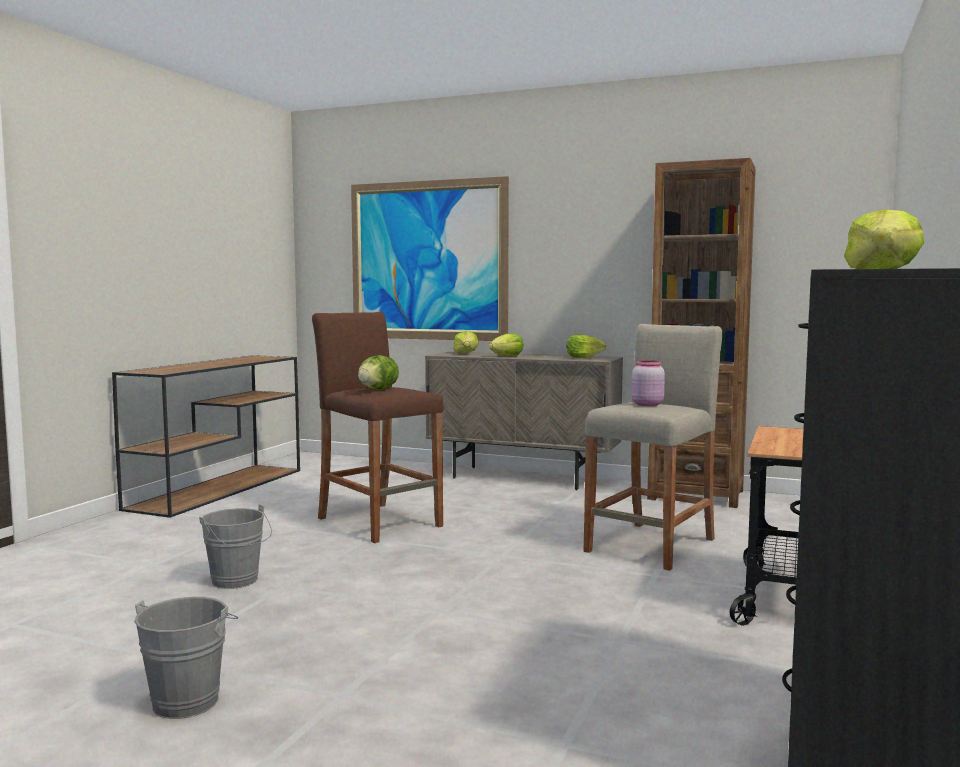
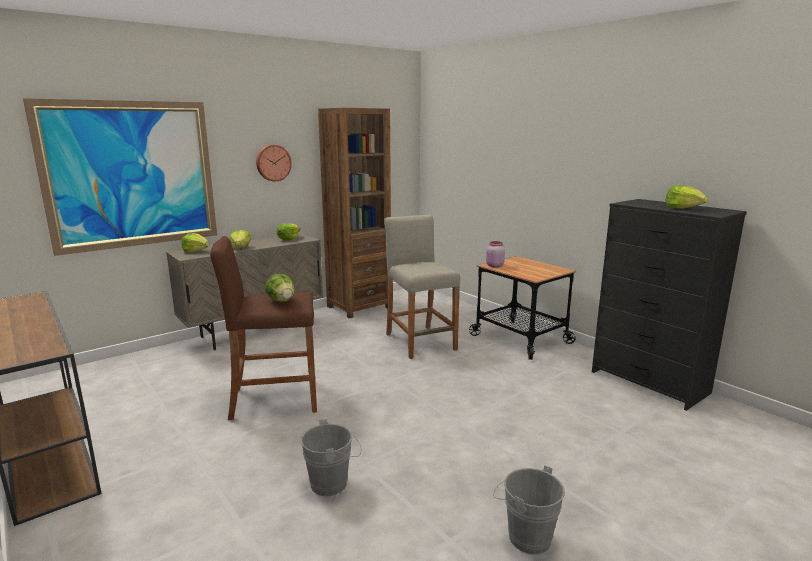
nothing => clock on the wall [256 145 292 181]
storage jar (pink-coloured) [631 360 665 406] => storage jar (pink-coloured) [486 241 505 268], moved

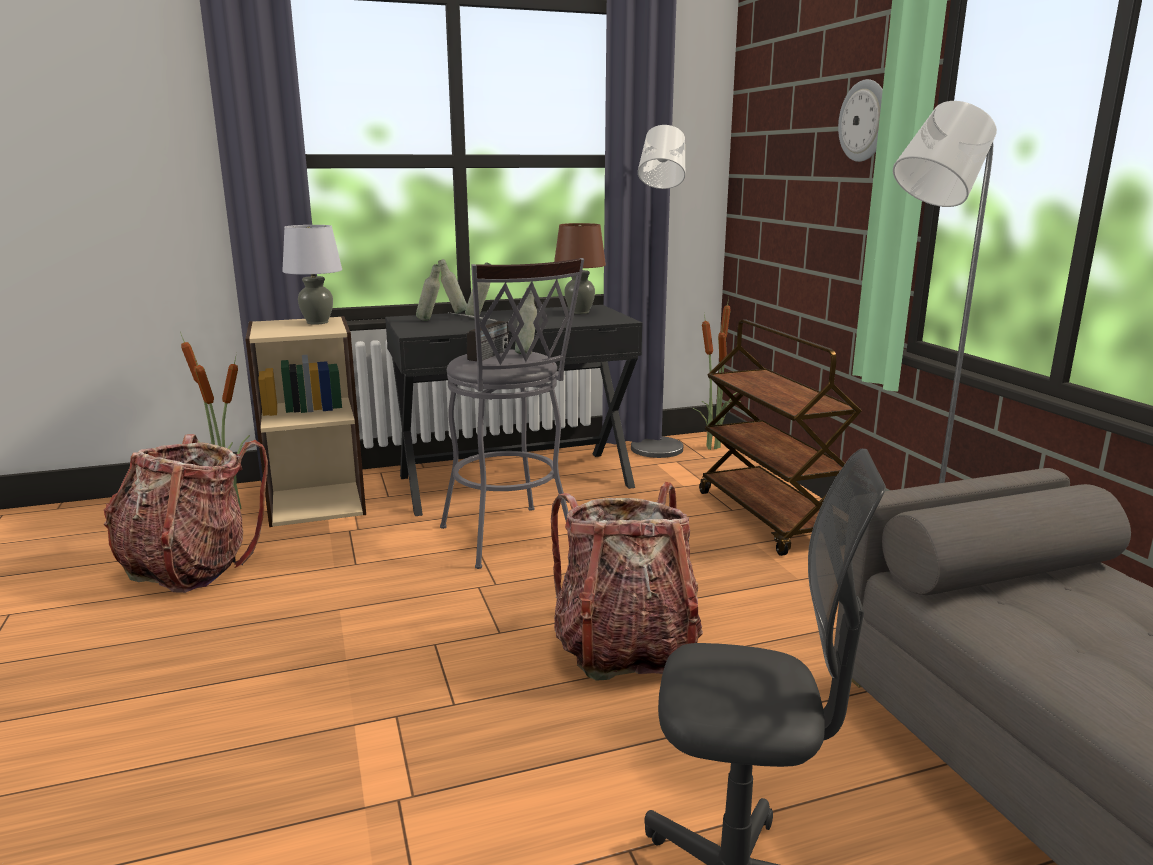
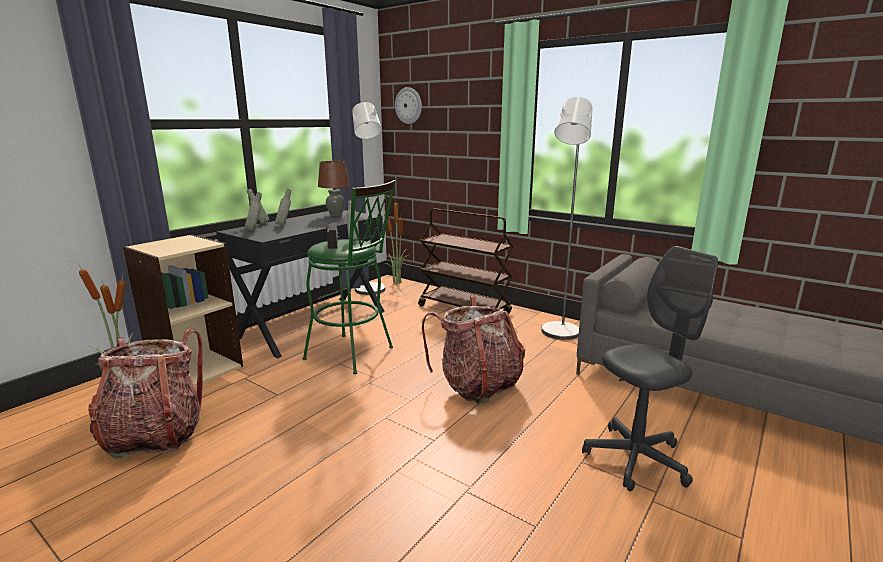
stool seat (greyish) [440 258 584 569] => stool seat (green-coloured) [302 180 396 374]
clock on the wall [838 79 883 162] => clock on the wall [395 87 422 124], moved
tabletop lamp (greyish) [282 225 342 325] => nothing

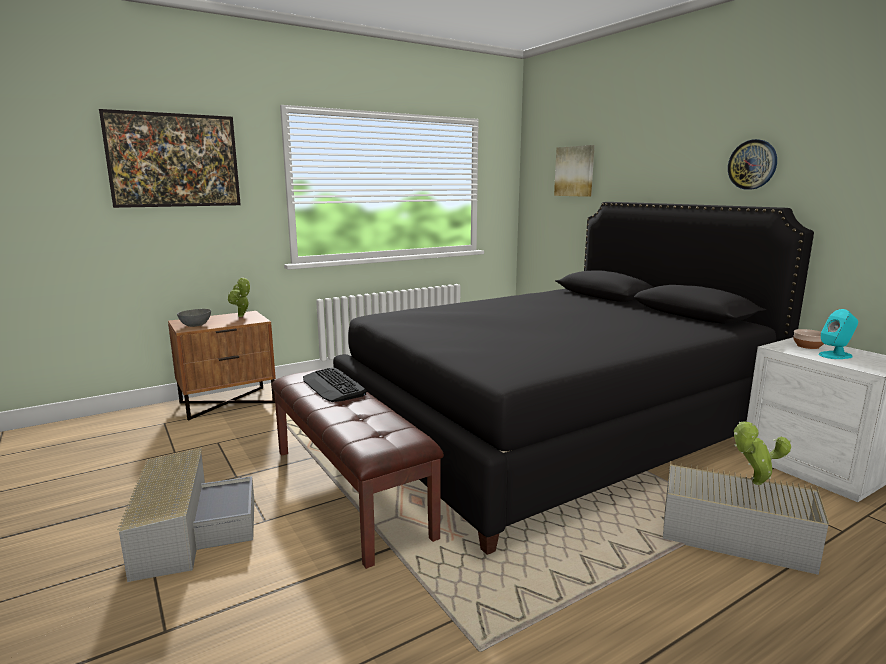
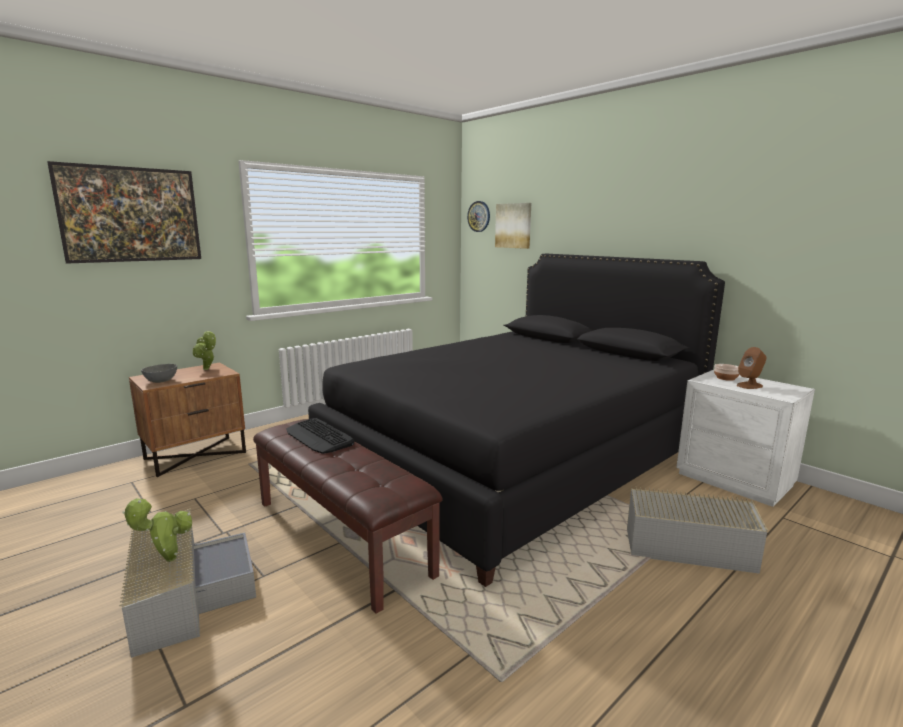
plant in a pot [734 422 791 485] => plant in a pot [123 498 192 562], moved
clock on the wall [728 139 777 190] => clock on the wall [467 201 490 232], moved
speaker (blue-green) [818 309 858 359] => speaker (brown) [737 347 766 389]

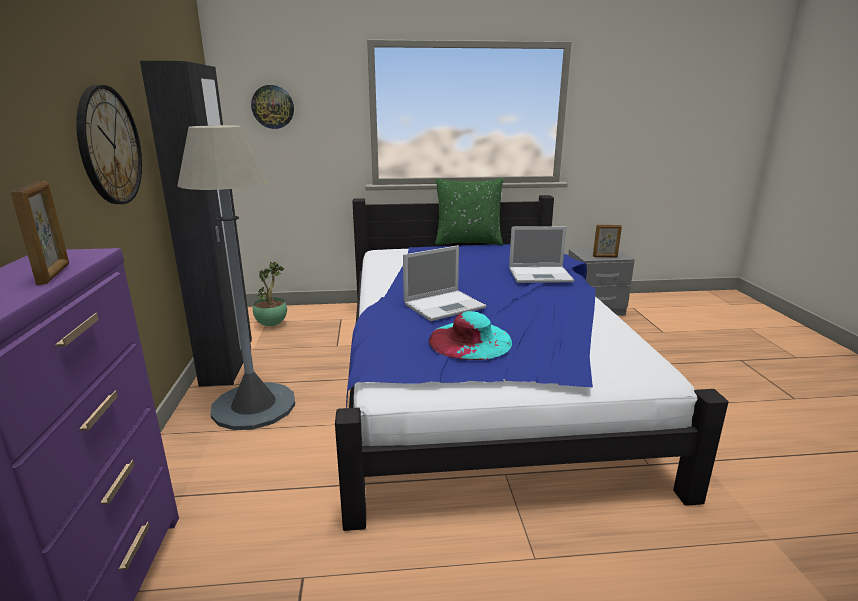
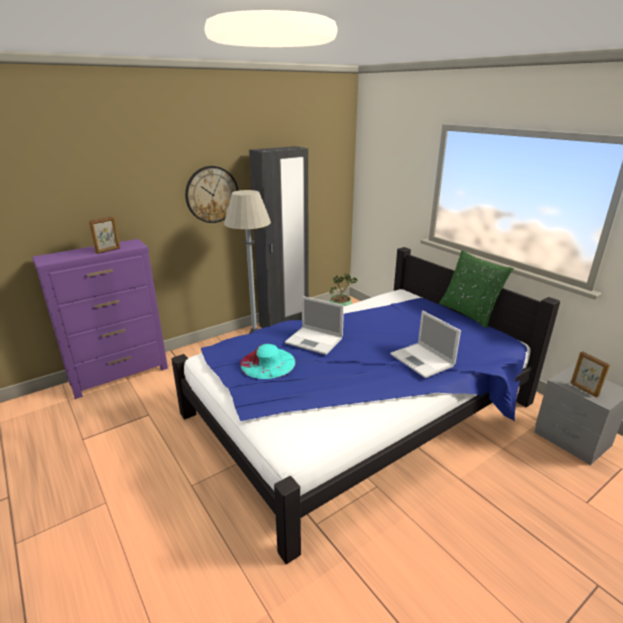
clock on the wall [251 85 294 129] => nothing

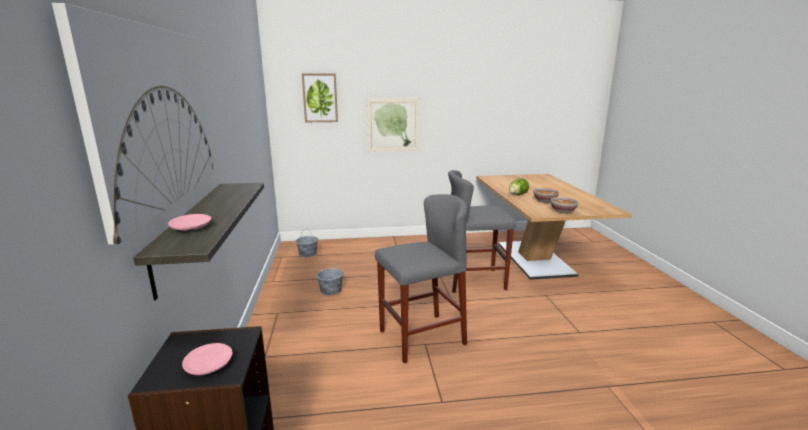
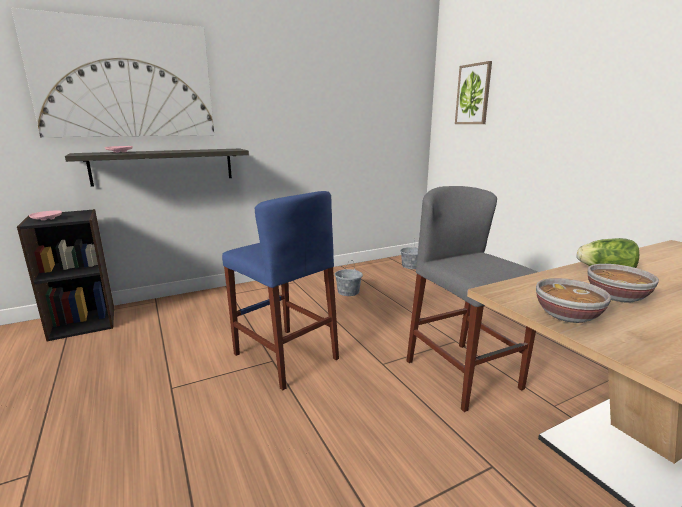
stool seat (greyish) [375 194 468 363] => stool seat (bluish) [222 191 339 390]
wall art [367 98 419 152] => nothing

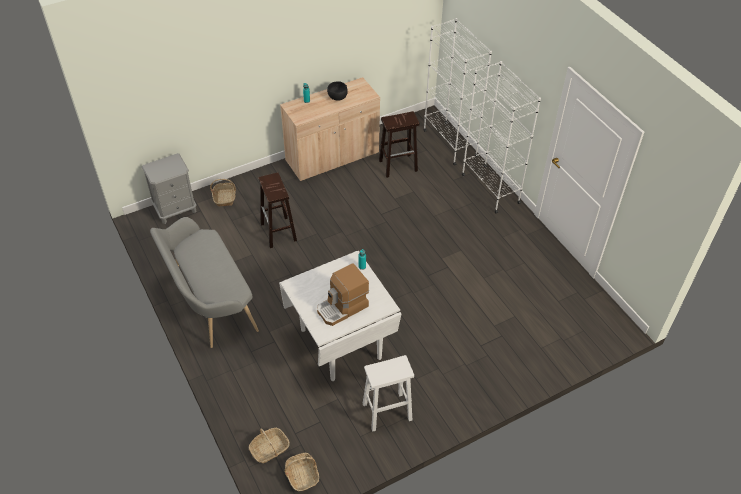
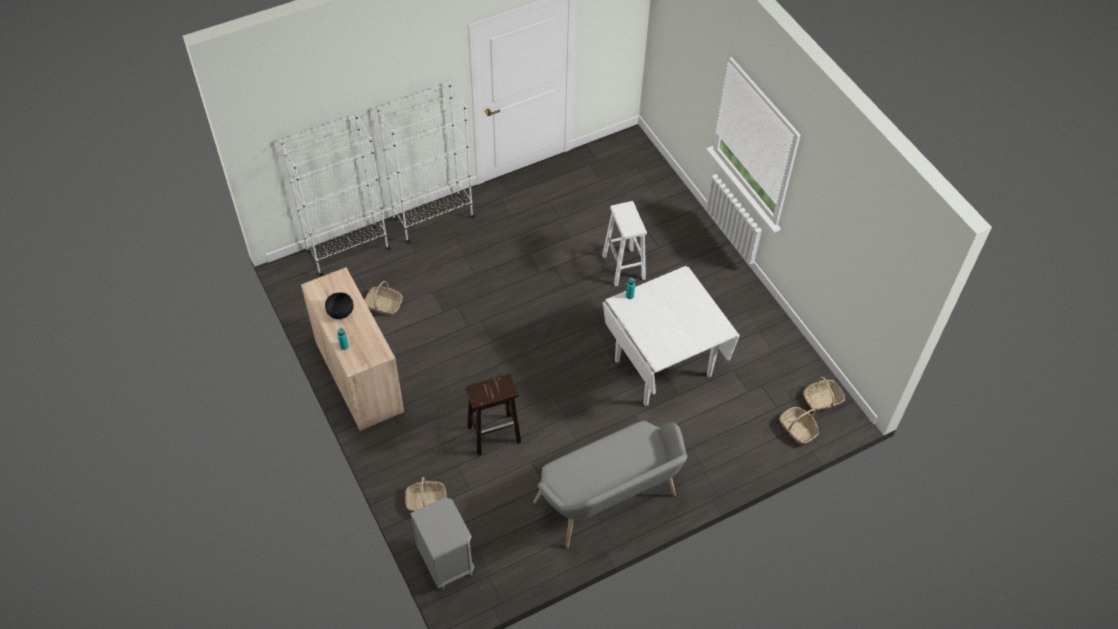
stool seat (brown) [379 111 420 178] => storage basket [364 281 403 316]
stool seat (whitish) [362 355 414 432] => stool seat (whitish) [602 201 647 286], moved
coffee brewer [317 263 369 326] => nothing

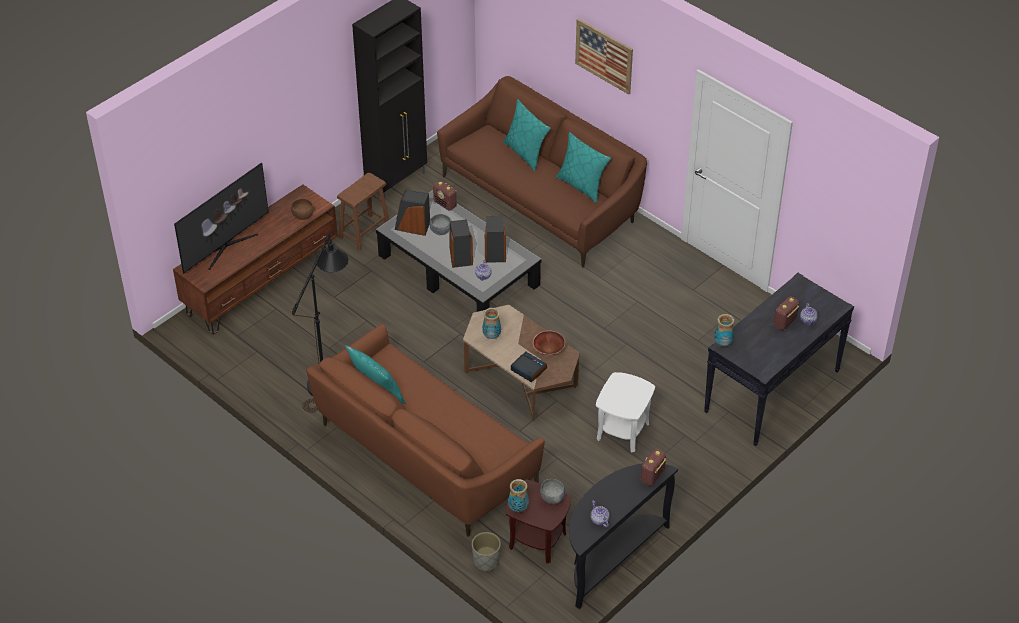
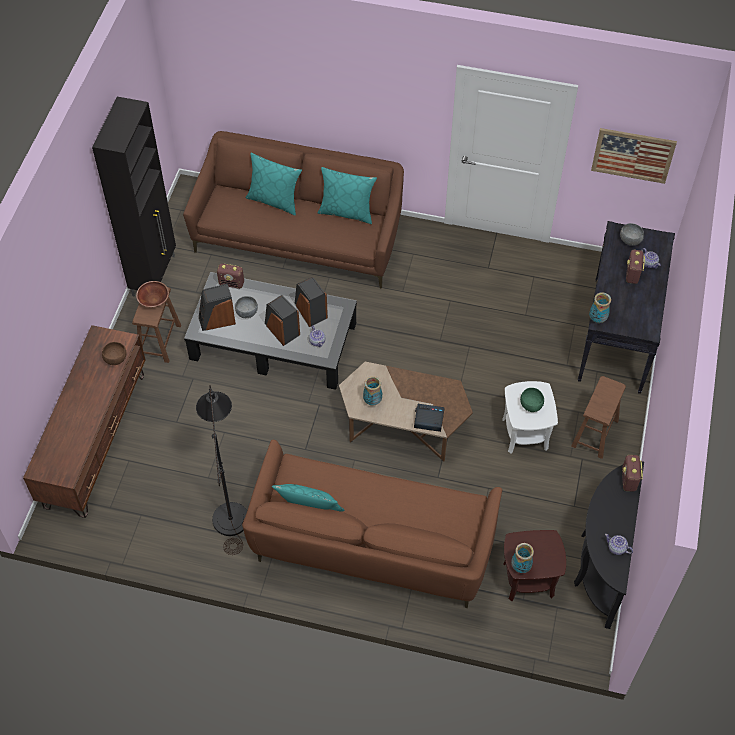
deep dish (brown) [532 330 566 355] => deep dish (brown) [136 281 169 307], moved
nothing => deep dish (green-coloured) [520 388 544 412]
nothing => stool seat (brown) [571 376 626 459]
wall art [575 18 633 95] => wall art [591 128 677 184], moved
deep dish (greyish) [540 479 565 504] => deep dish (greyish) [620 223 644 246], moved
TV [174 163 268 273] => nothing
flower pot (greyish) [472 532 501 572] => nothing

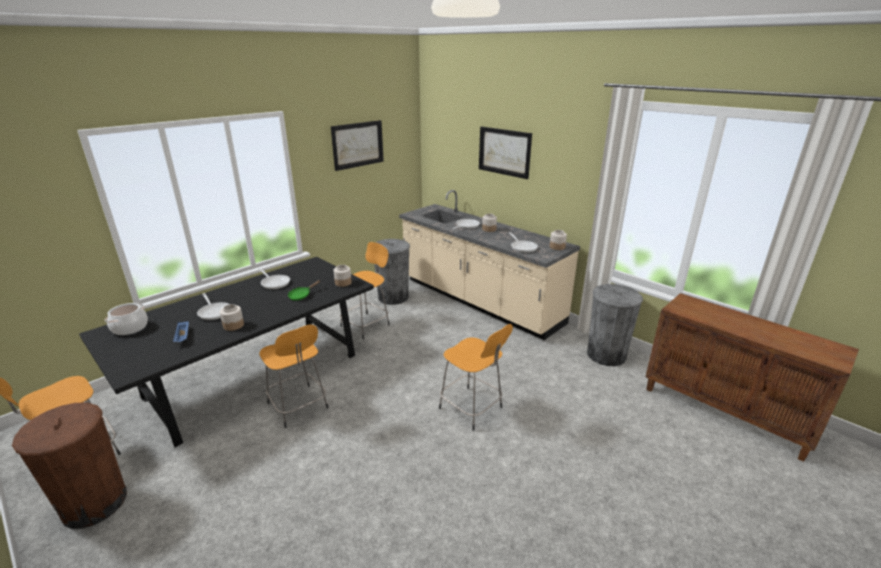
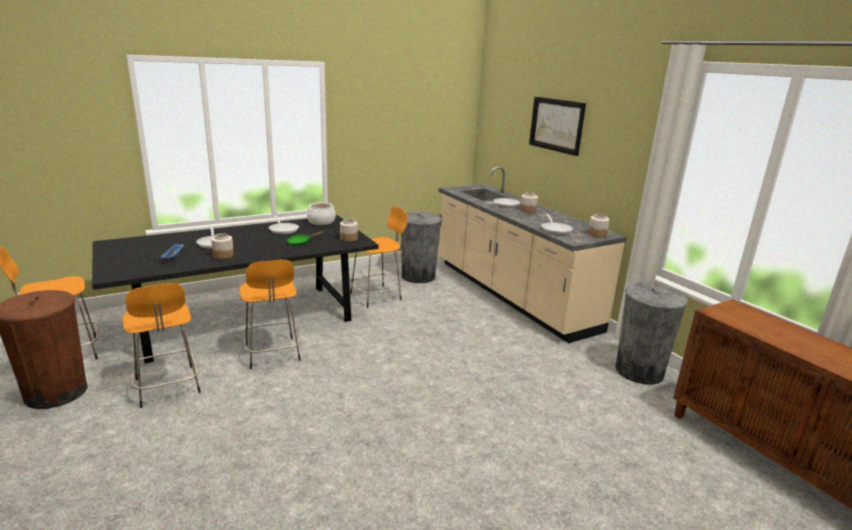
stool seat (orangey) [439 324 513 431] => stool seat (orangey) [122 283 201 408], moved
saucepot [105 303 148 335] => saucepot [307 202 335 225], moved
wall art [331 120 384 171] => nothing

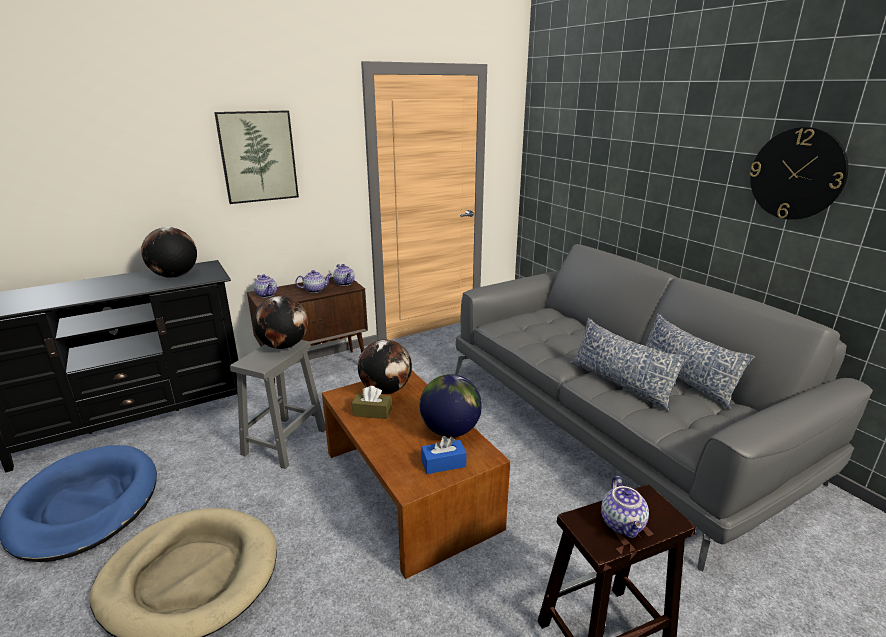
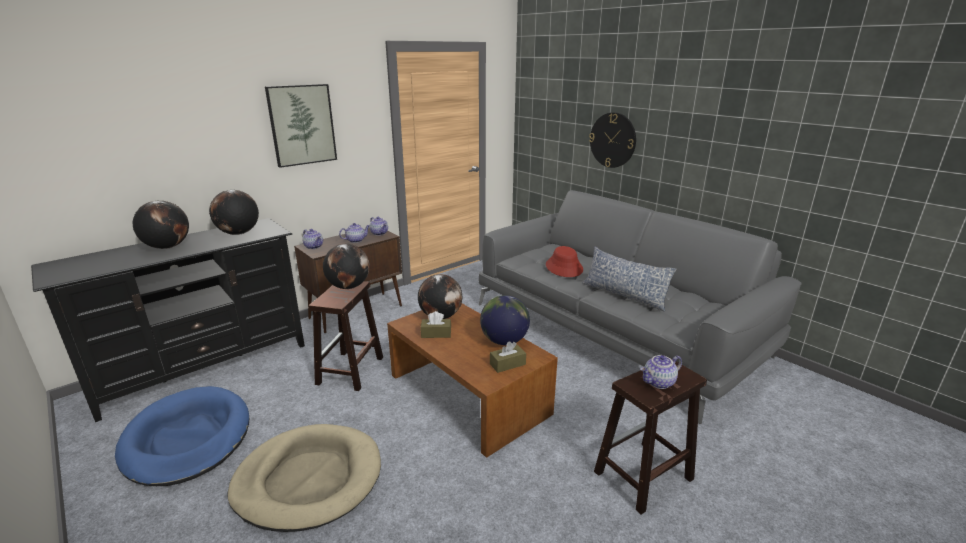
nothing => desk globe [133 201 189 249]
stool seat (greyish) [230 340 326 469] => stool seat (brown) [309 281 383 391]
box of tissues (bluish) [421 436 467 474] => box of tissues (brown) [490 341 526 373]
nothing => wearable hat (red-coloured) [546 246 583 277]
clock on the wall [750 127 849 220] => clock on the wall [589 112 636 168], moved
pot for tea [601 476 649 538] => pot for tea [640 355 682 389], 75 degrees clockwise
throw pillow [645 313 755 409] => nothing

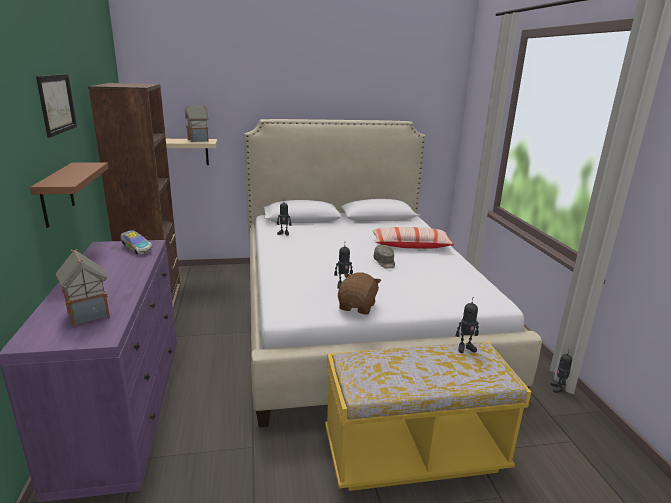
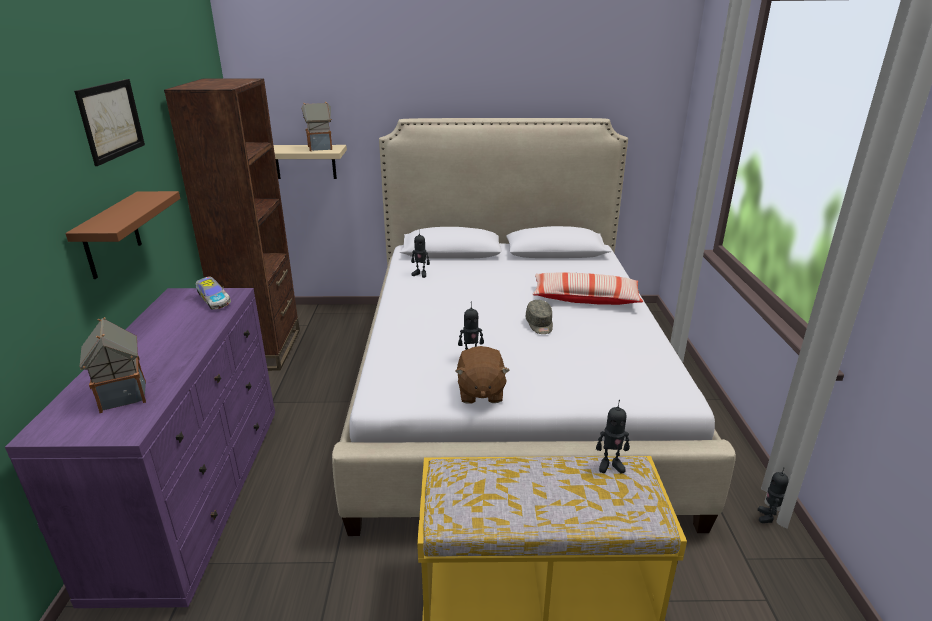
cuddly toy (brown) [338 272 381 314] => cuddly toy (brown) [455 346 510 404], 150 degrees clockwise

